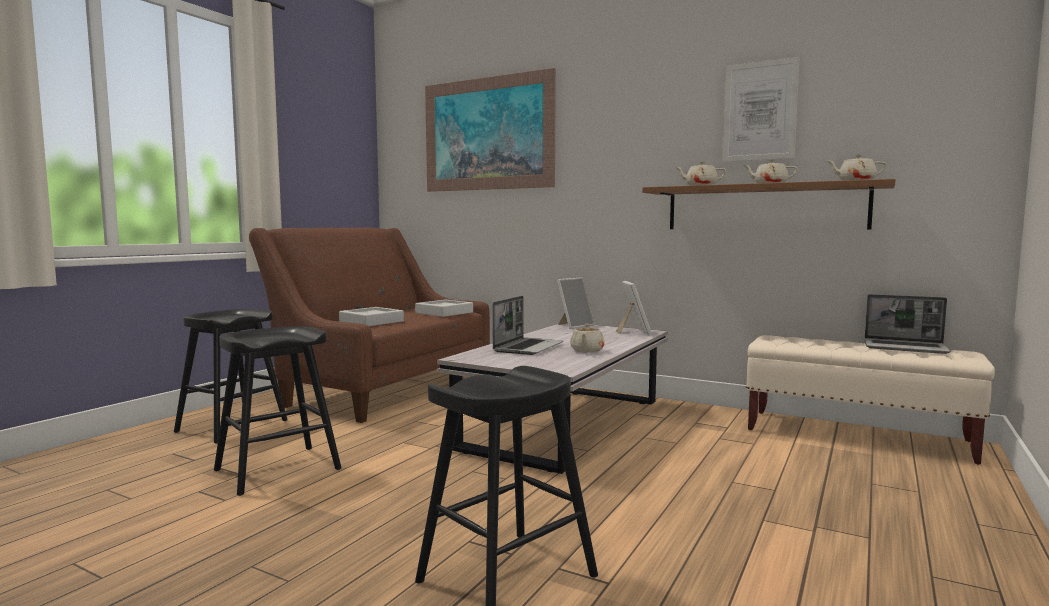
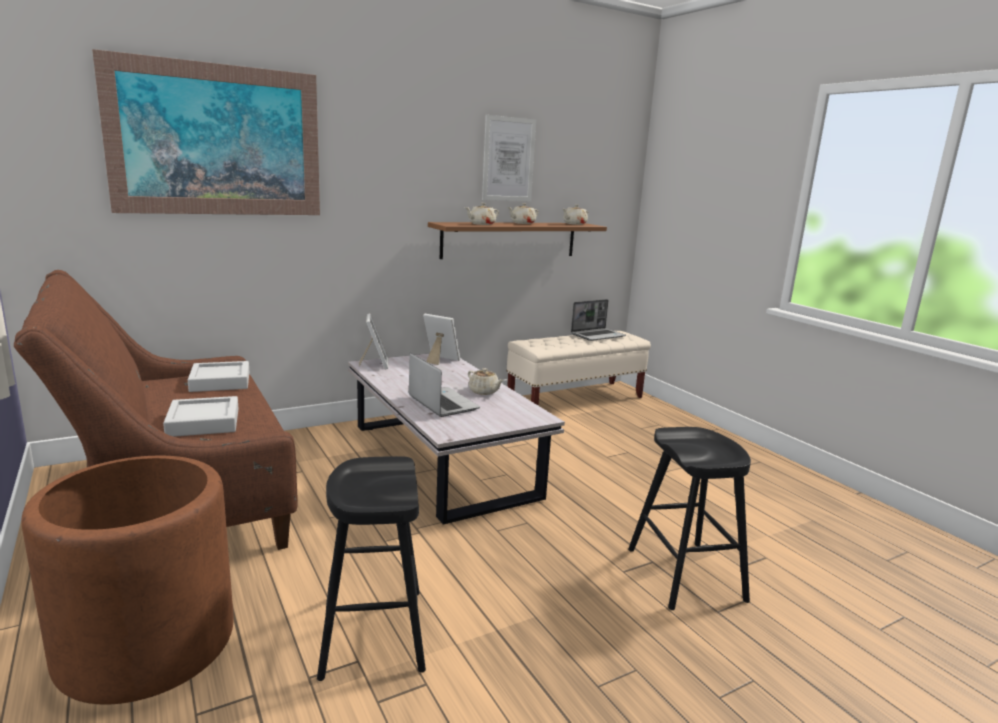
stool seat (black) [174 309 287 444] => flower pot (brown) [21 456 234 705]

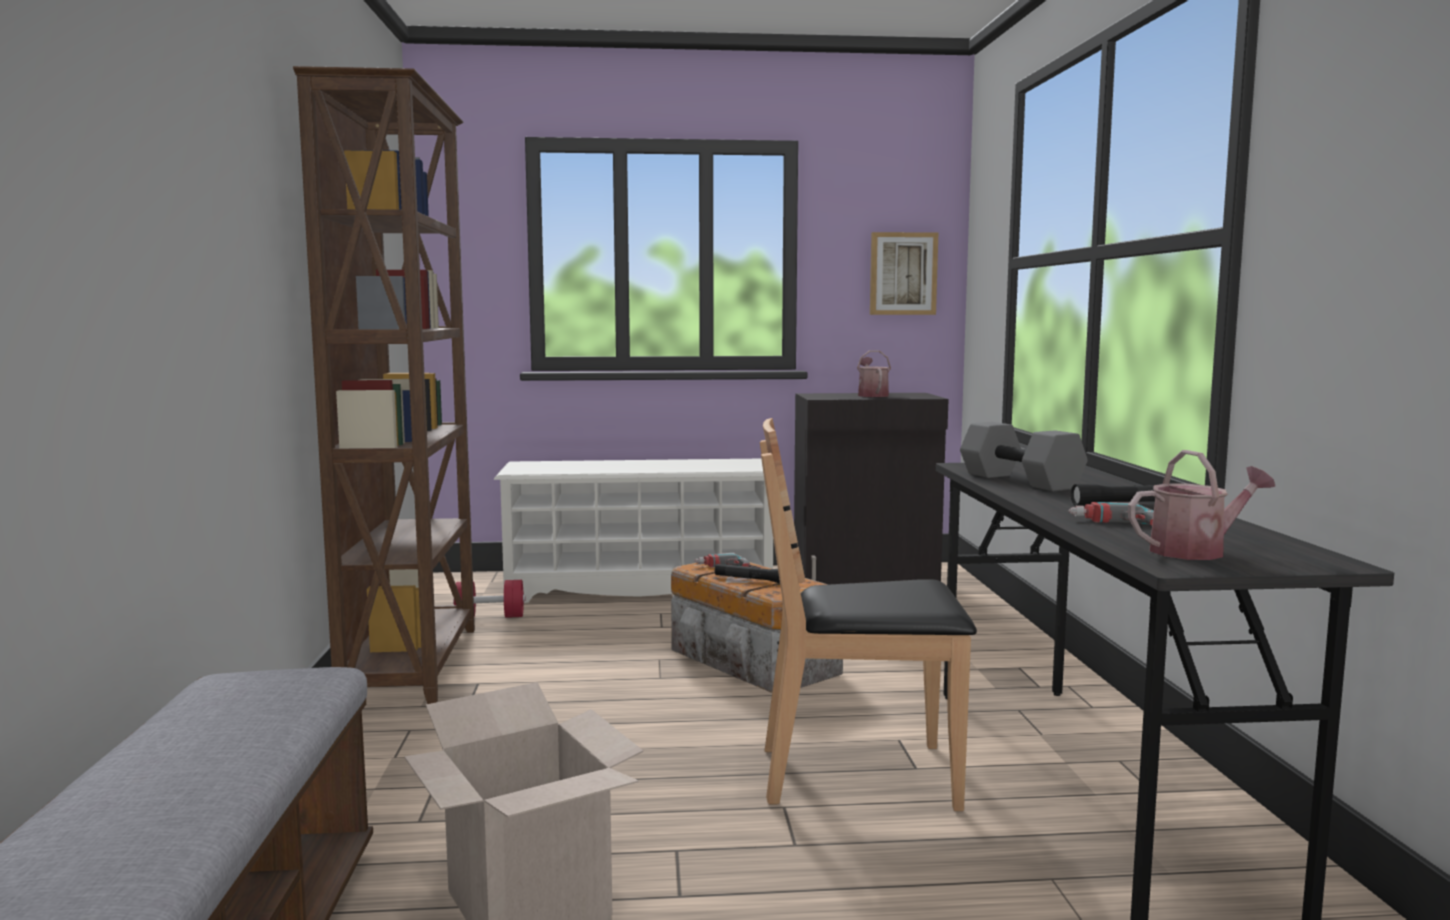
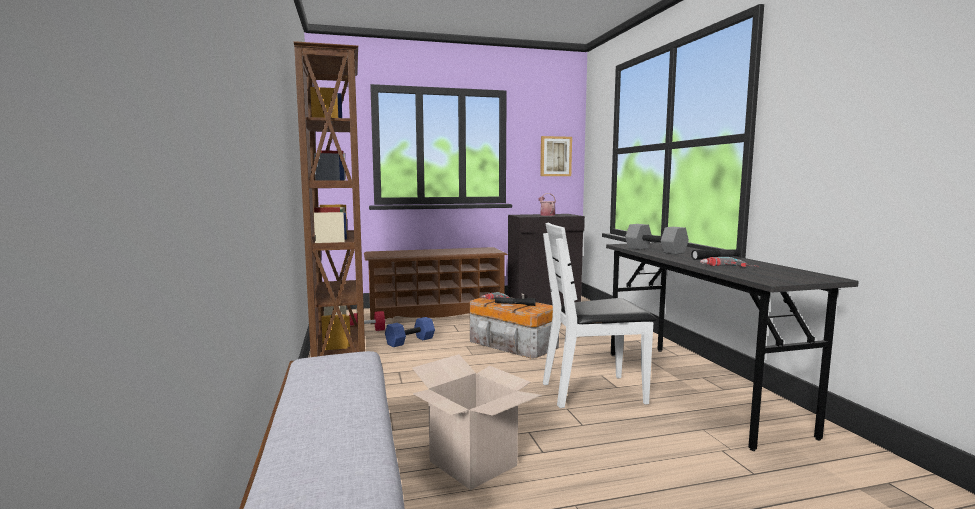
shoe stand (whitish) [493 459 773 603] => shoe stand (brown) [364 247 508 324]
nothing => dumbbell (bluish) [385 317 435 347]
plain chair (brown) [760 418 977 811] => plain chair (whitish) [543 223 656 408]
watering can [1128 450 1275 560] => nothing

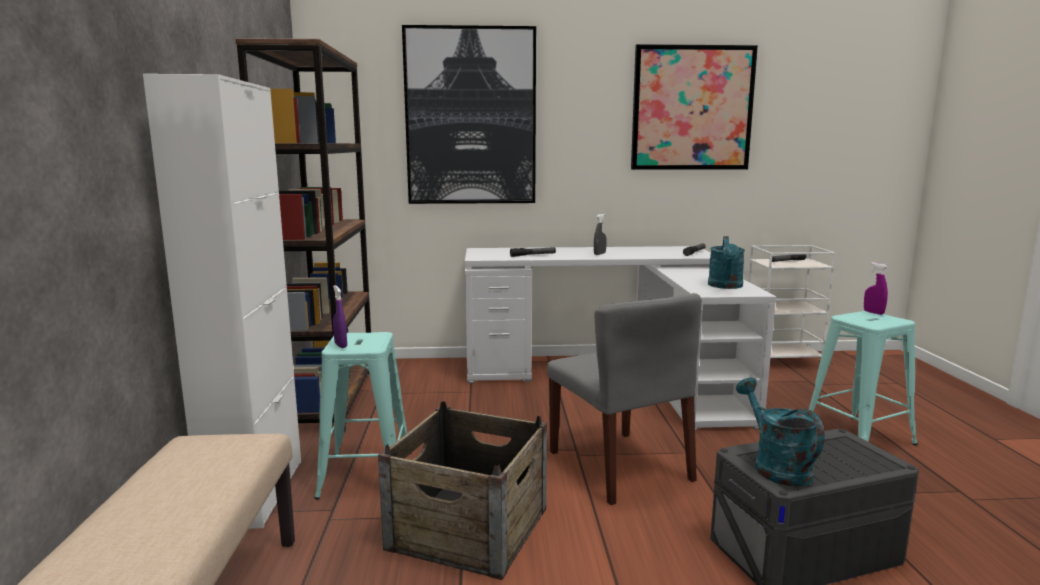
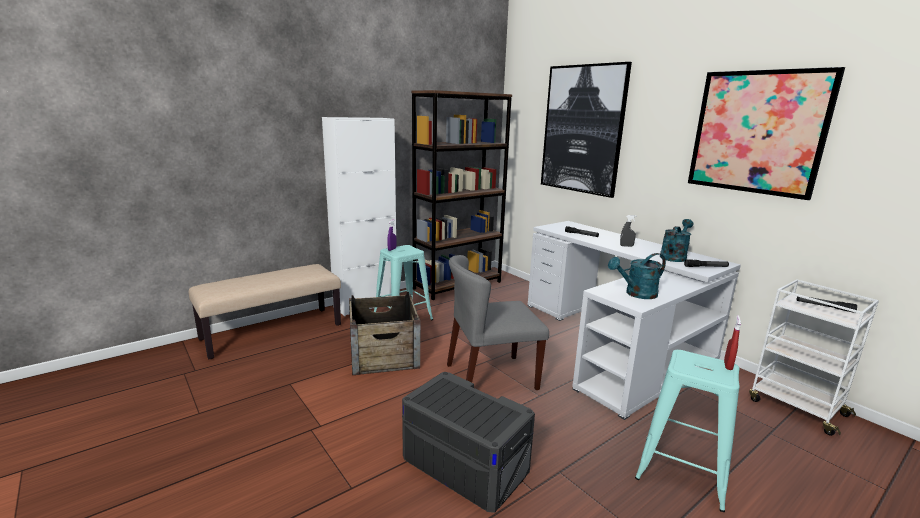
plain chair (greyish) [547 293 702 505] => plain chair (greyish) [447 255 549 390], 45 degrees clockwise
watering can (blue-green) [736 378 825 487] => watering can (blue-green) [660 219 693 262], moved
spray bottle (purplish) [864 262 888 315] => spray bottle (red-coloured) [724 315 741 370]

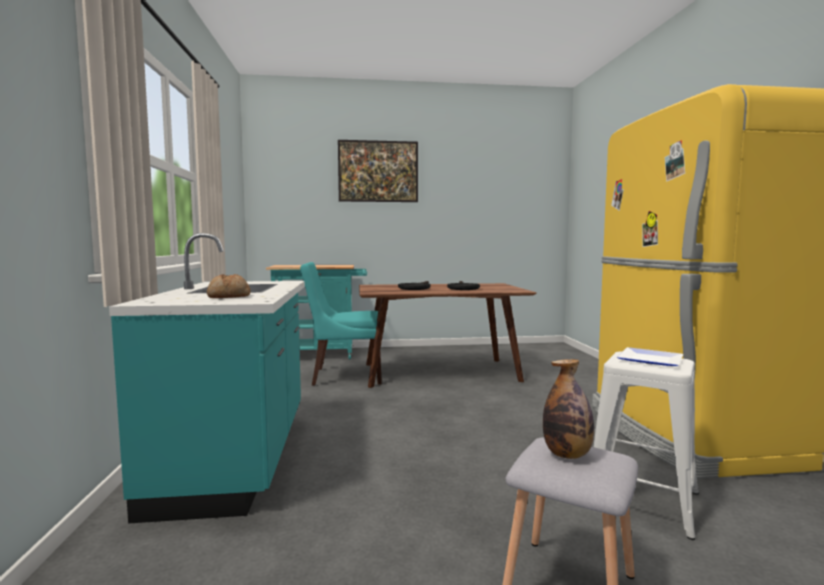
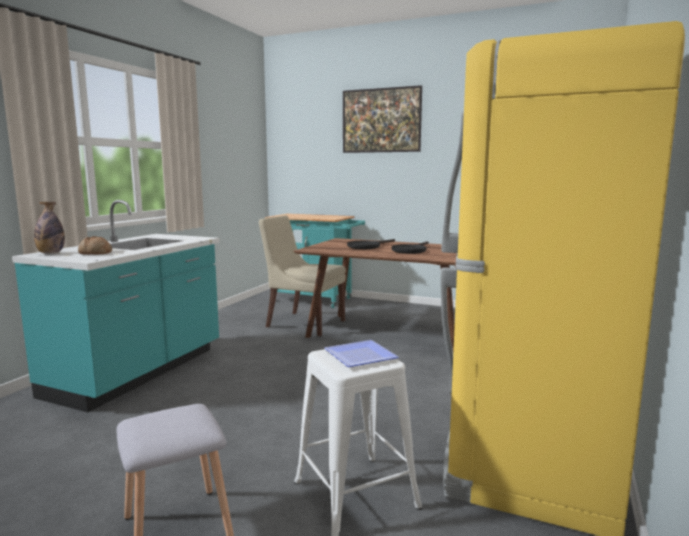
drink bottle [543 359 594 459] => drink bottle [34 202 65 253], moved
plain chair (blue-green) [300 262 382 385] => plain chair (beige-coloured) [259 215 346 336]

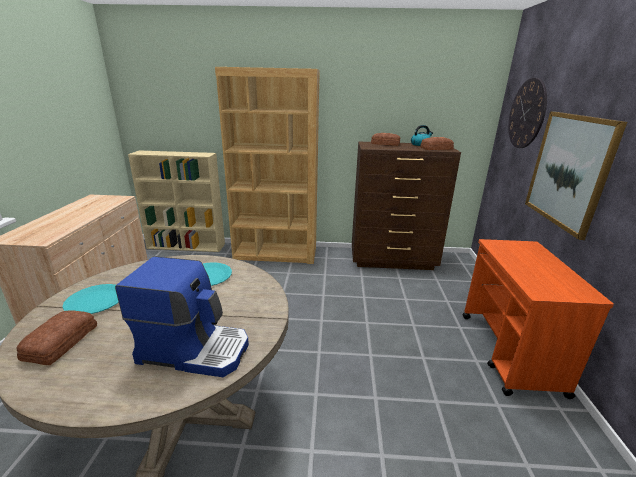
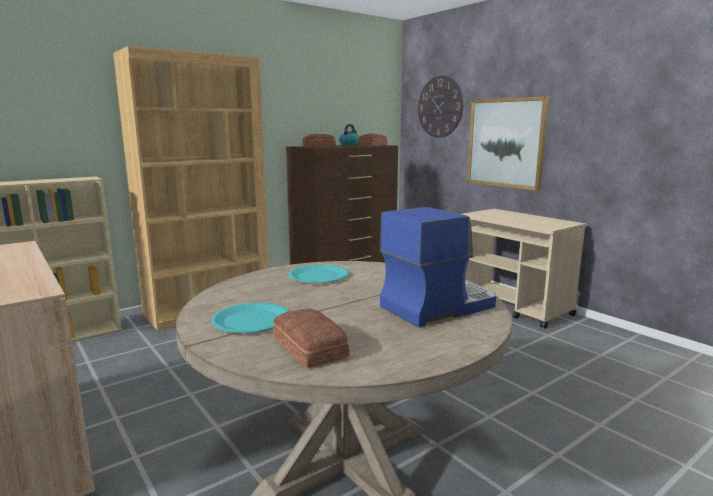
cart (orangey) [462 239 614 399] => cart (beige-coloured) [462 209 586 329]

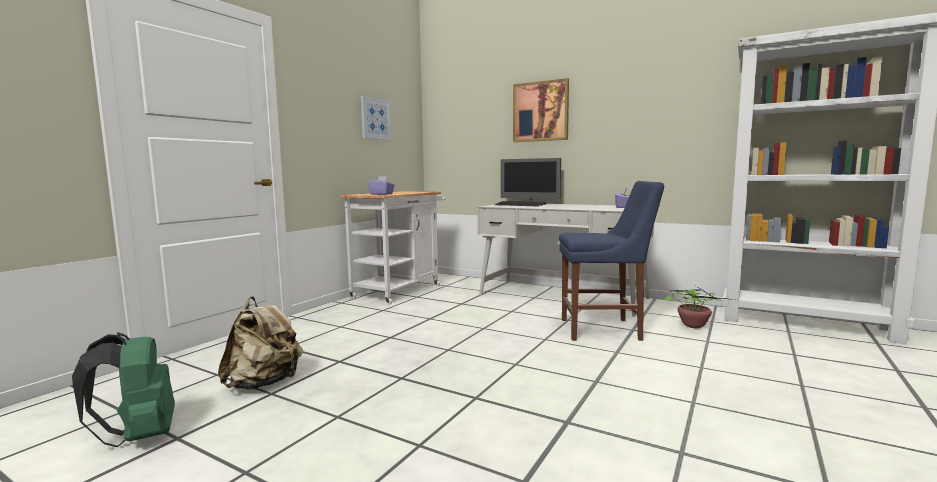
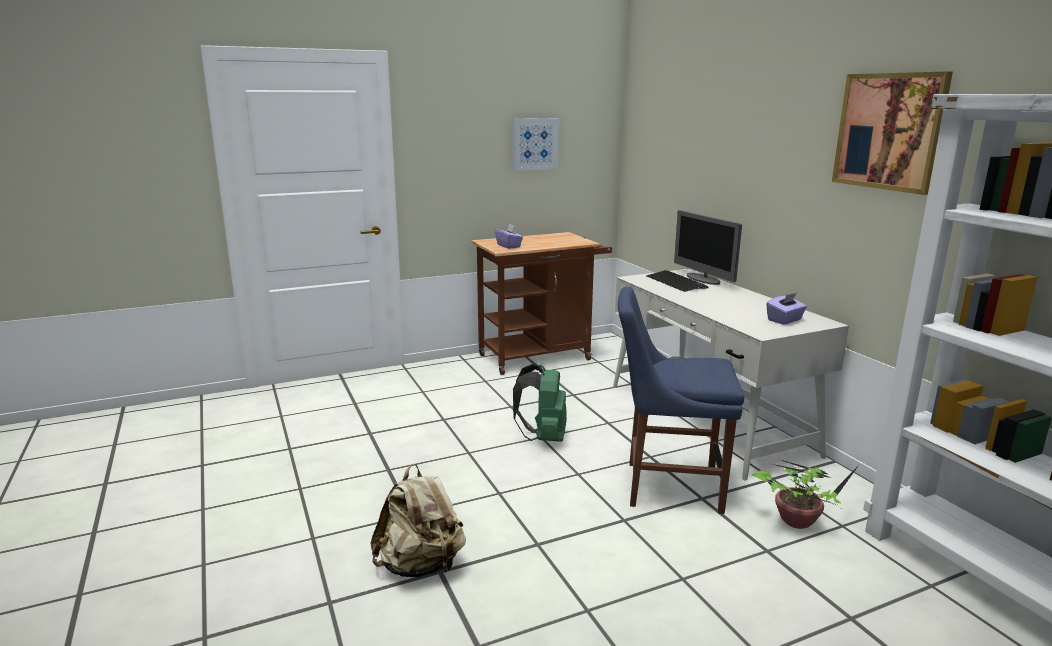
backpack (beige-coloured) [218 297 303 390] => backpack (beige-coloured) [371 464 466 577], moved
cart (whitish) [340 191 446 305] => cart (brown) [471 232 612 375]
backpack (green-coloured) [72 332 175 447] => backpack (green-coloured) [513 364 567 442], moved
plain chair (bluish) [559 181 664 341] => plain chair (bluish) [618 287 744 514], 150 degrees clockwise
wall art [513 78 569 142] => wall art [832 71 953 195], moved

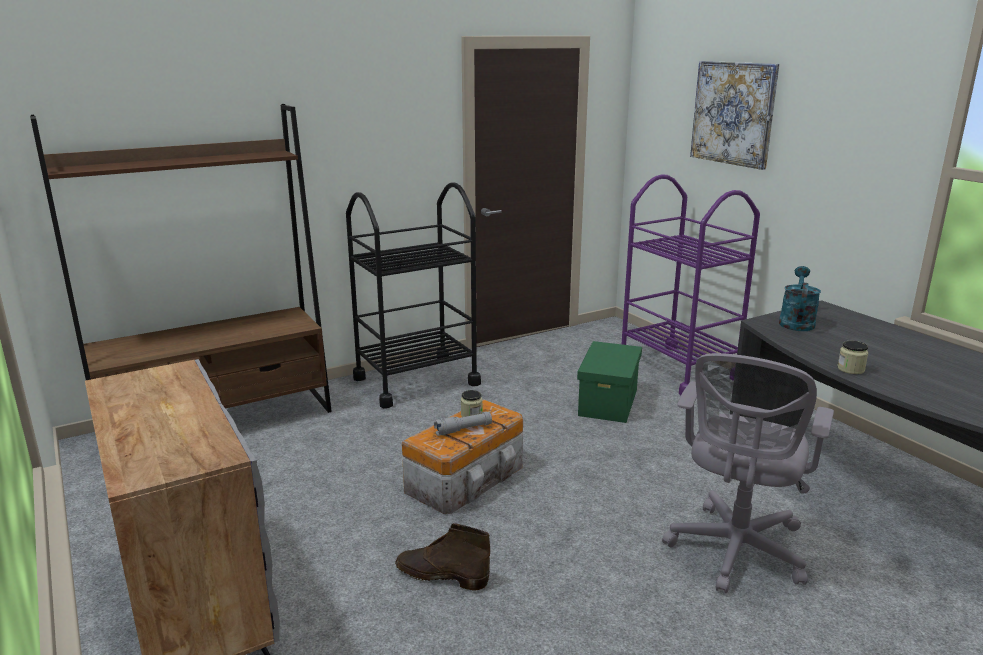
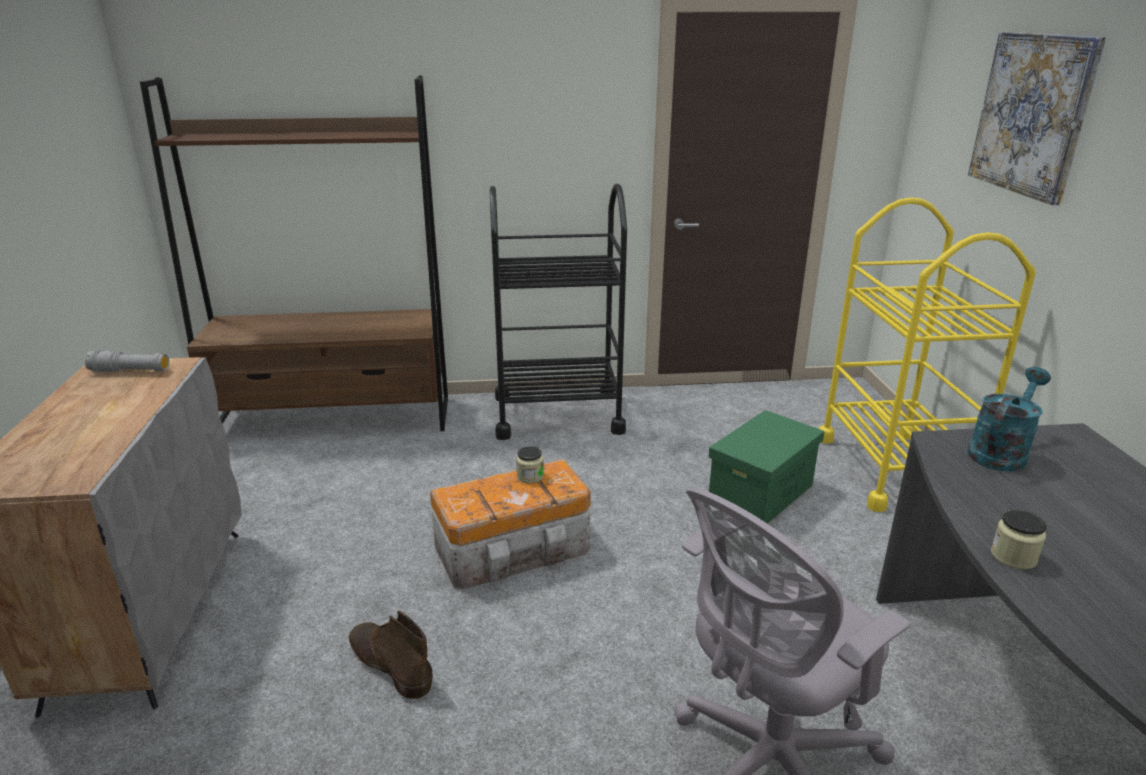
torch (greyish) [434 411 492 436] => torch (greyish) [85 350 170 372], moved
cart (purplish) [622 174 760 395] => cart (yellow-coloured) [819 197 1036 512]

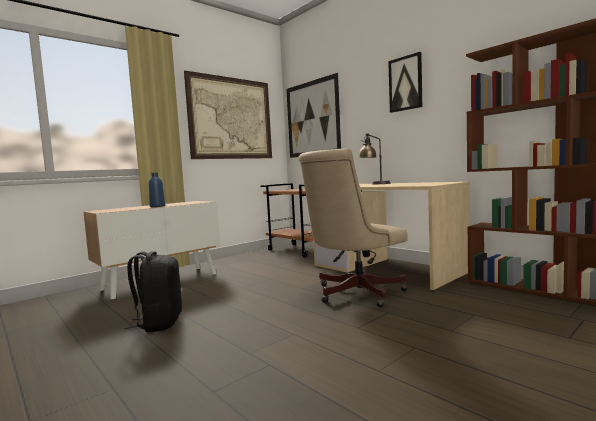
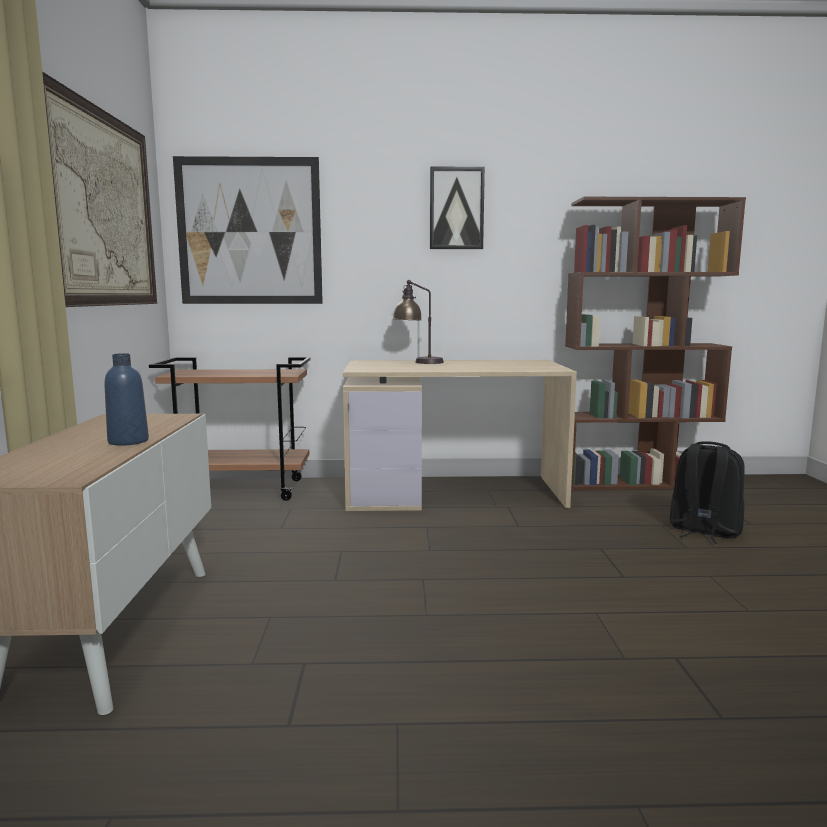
backpack (black) [124 251 182 332] => backpack (black) [669 441 745 544], moved
desk chair (beige-coloured) [298 148 408 307] => nothing

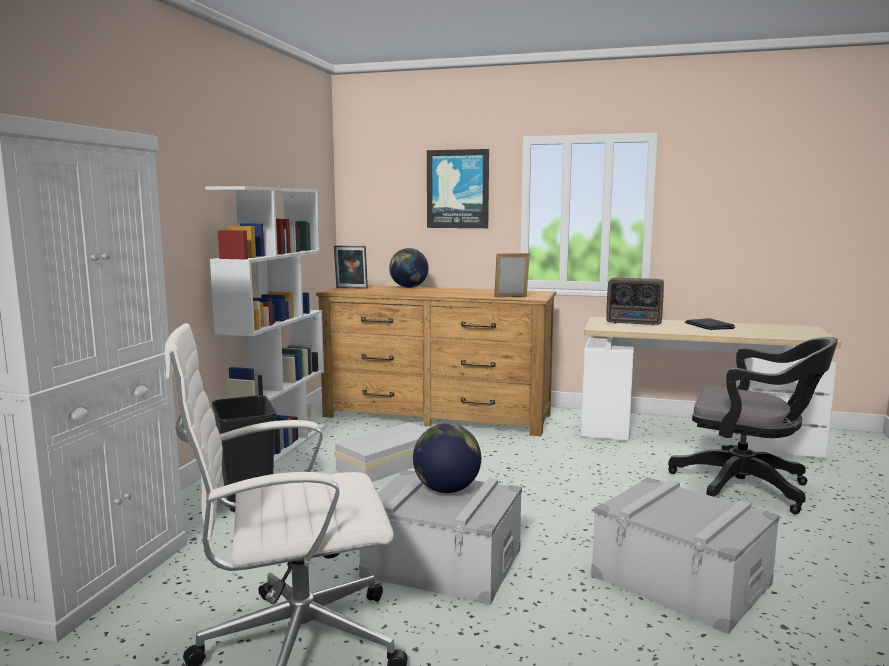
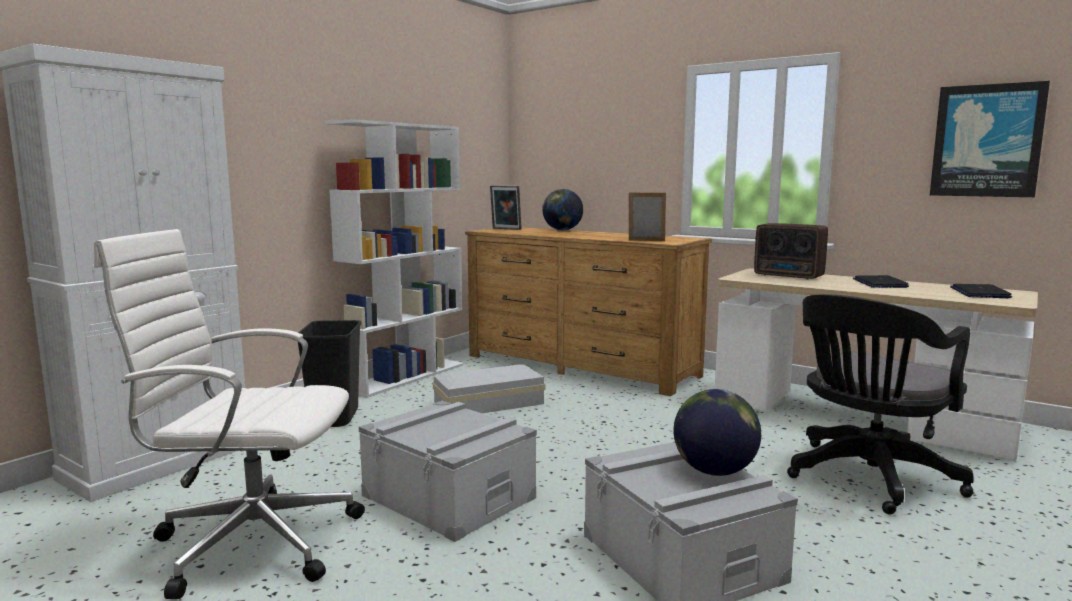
desk globe [413 423 481 493] => desk globe [673 389 761 476], moved
desk chair (black) [668 337 838 514] => desk chair (black) [787 294 974 515], 90 degrees clockwise
wall art [427 149 489 228] => wall art [930 81 1050 197], moved
nothing => laptop [950 284 1012 298]

